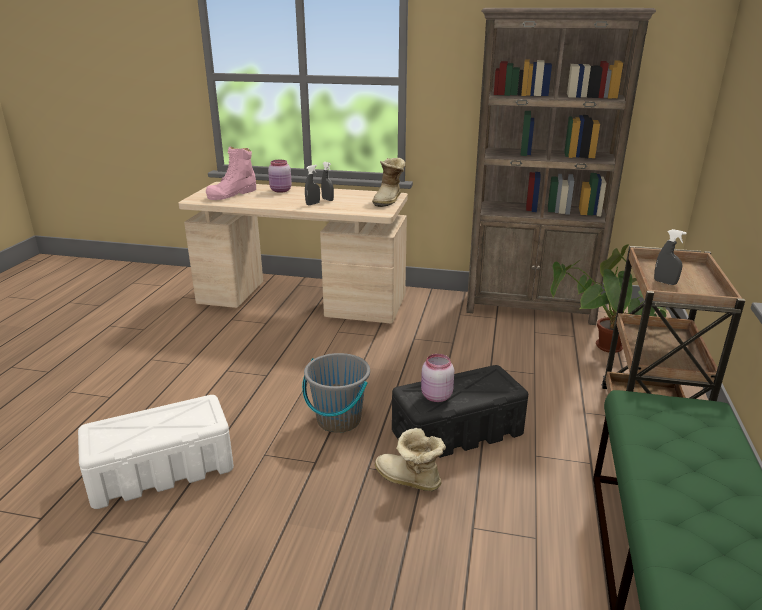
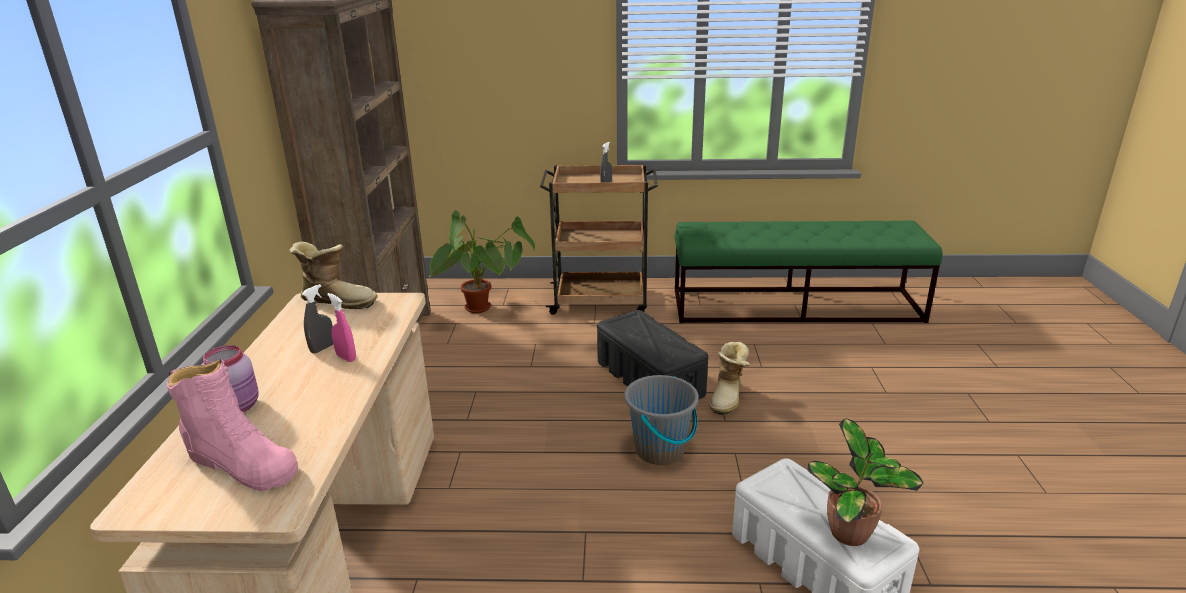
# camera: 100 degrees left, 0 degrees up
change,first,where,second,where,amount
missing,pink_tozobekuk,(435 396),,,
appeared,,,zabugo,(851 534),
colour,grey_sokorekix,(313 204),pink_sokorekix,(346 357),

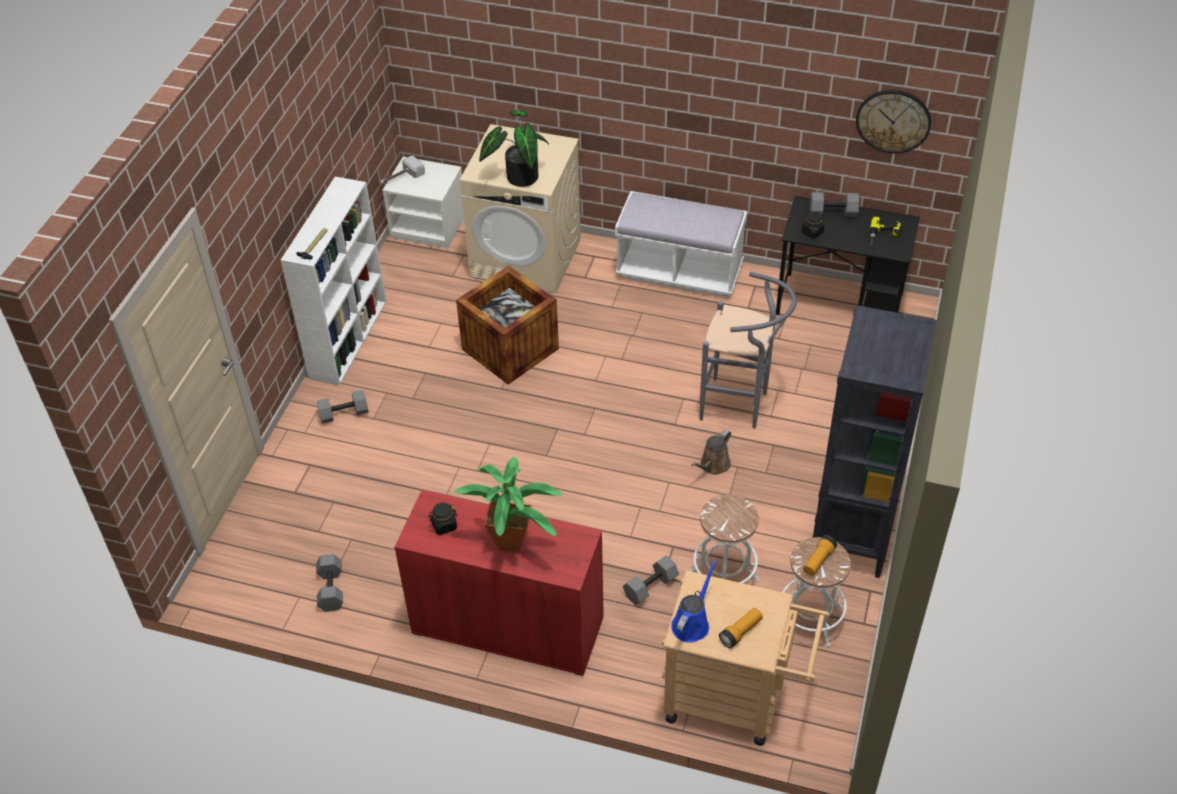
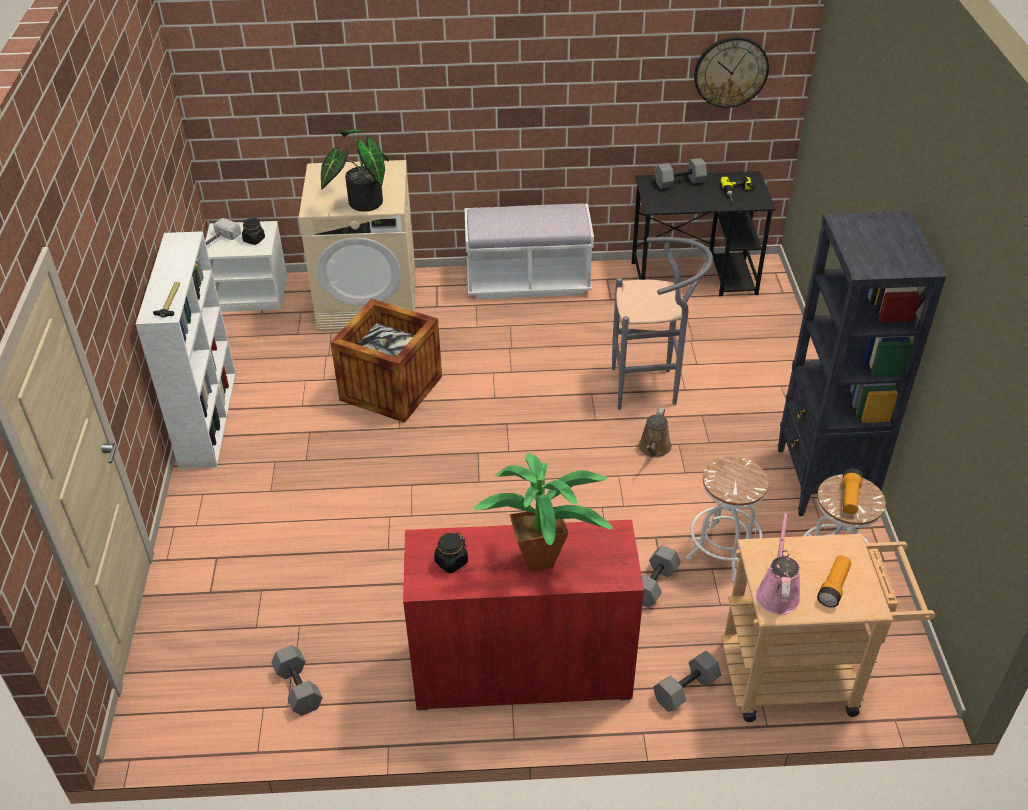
# camera: 20 degrees left, 5 degrees down
change,first,where,second,where,amount
relocated,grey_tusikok,(343 414),,(686 690),
relocated,black_tozobekuk,(812 232),,(254 240),
colour,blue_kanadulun,(692 623),pink_kanadulun,(777 592),

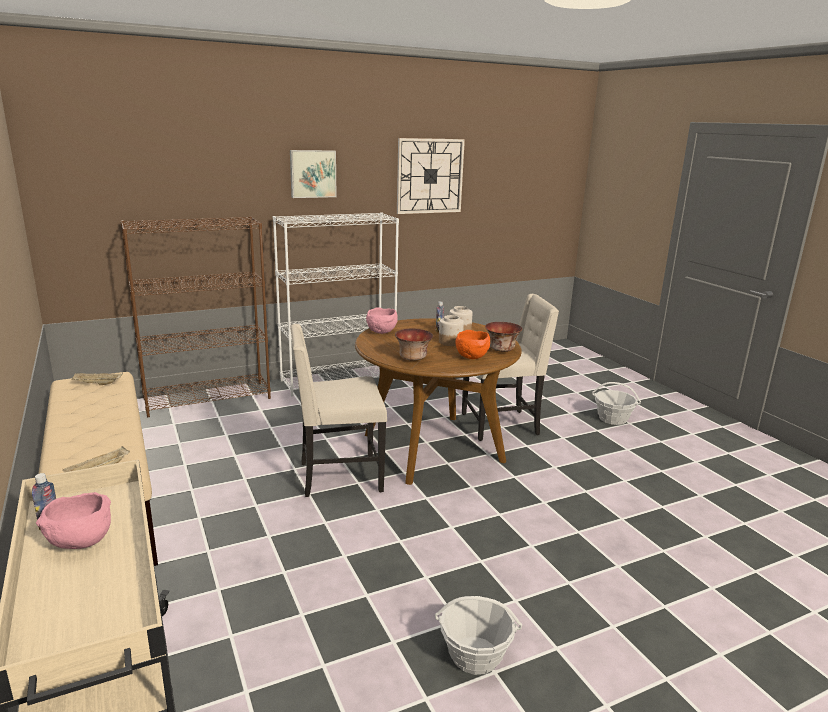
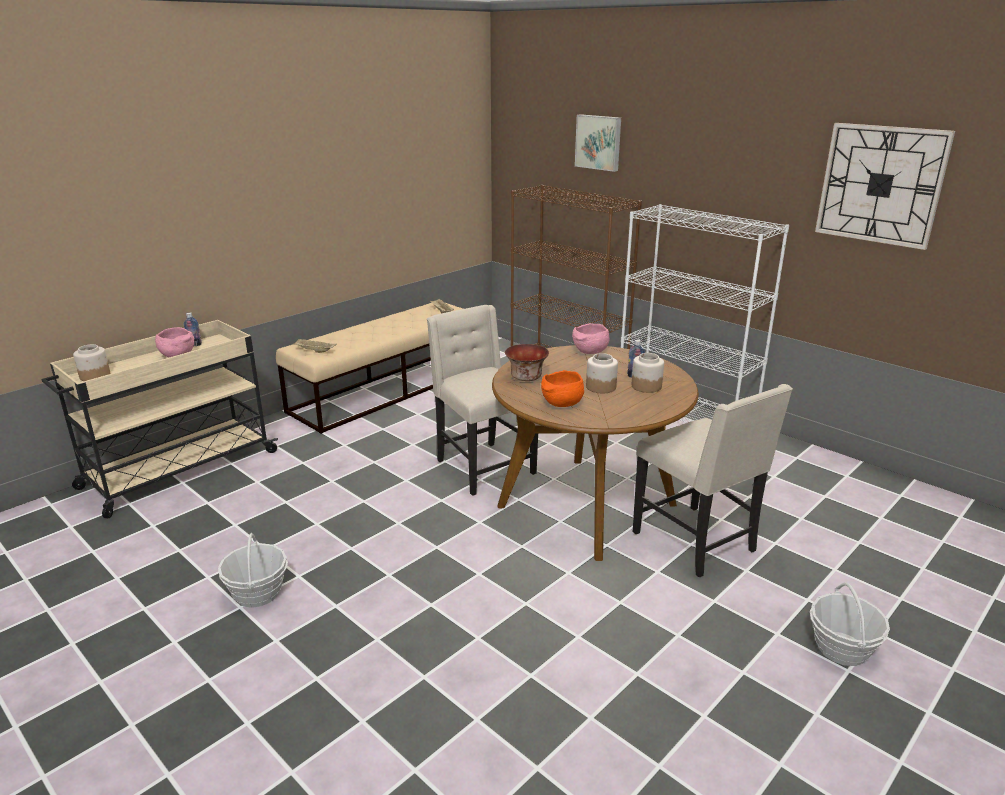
# camera: 70 degrees right, 5 degrees up
change,first,where,second,where,amount
missing,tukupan,(502 350),,,
appeared,,,tozobekuk,(94 376),
relocated,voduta,(312 173),,(599 142),

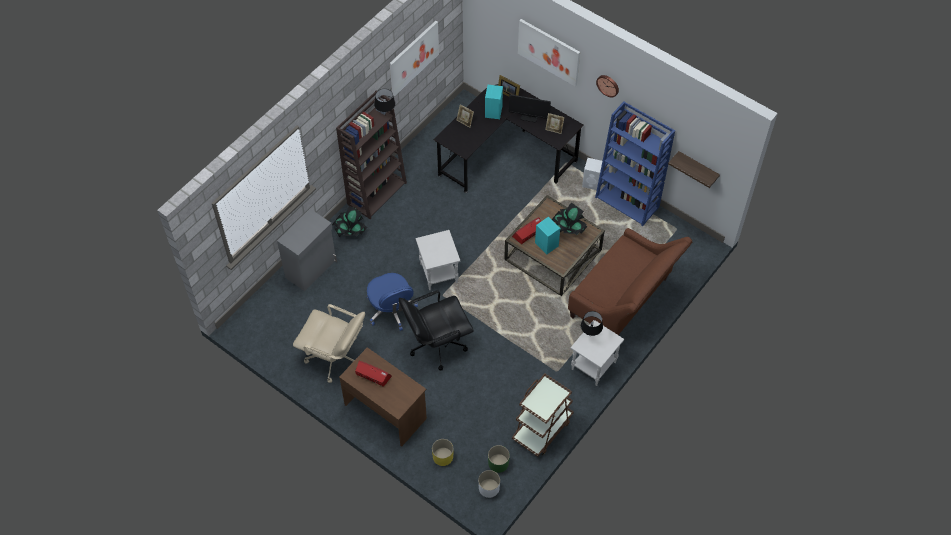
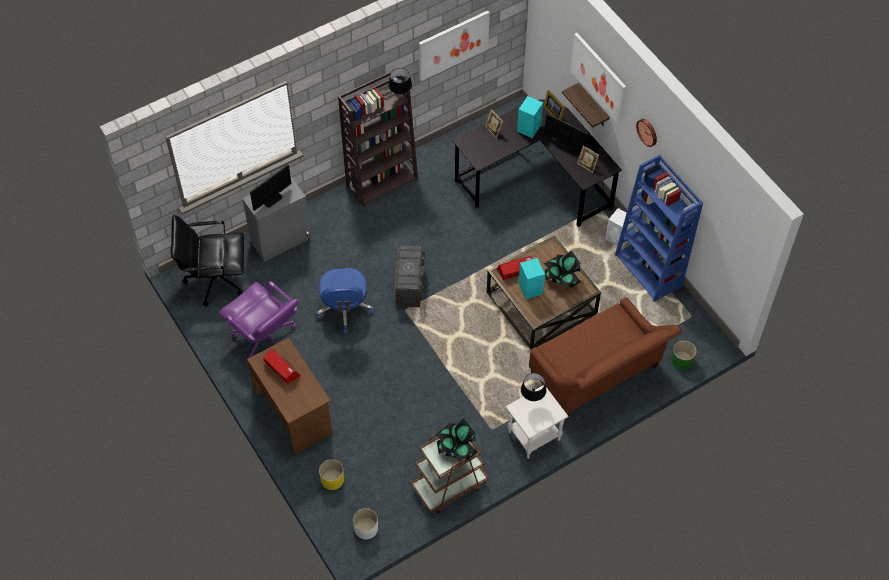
# camera: 20 degrees right, 0 degrees up
change,first,where,second,where,amount
appeared,,,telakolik,(272 199),
relocated,zabugo,(350 231),,(456 449),
relocated,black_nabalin,(437 344),,(215 279),
relocated,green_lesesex,(498 463),,(682 361),
relocated,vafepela,(697 168),,(593 106),
exchanged,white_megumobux,(438 273),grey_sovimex,(410 285),
colour,beige_nabalin,(335 358),purple_nabalin,(265 340),

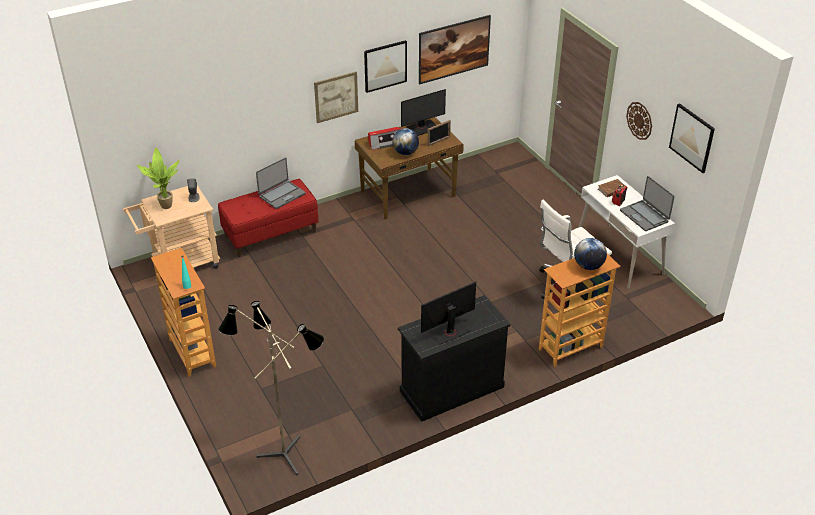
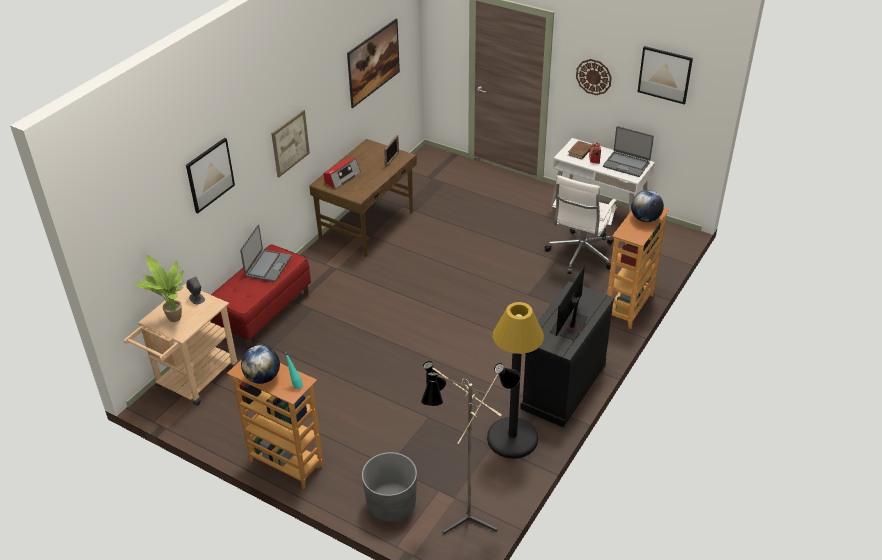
# camera: 30 degrees left, 0 degrees up
change,first,where,second,where,amount
missing,telakolik,(422 128),,,
appeared,,,grey_lesesex,(391 504),
appeared,,,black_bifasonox,(512 438),
relocated,voduta,(385 66),,(210 175),
relocated,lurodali,(405 152),,(263 378),

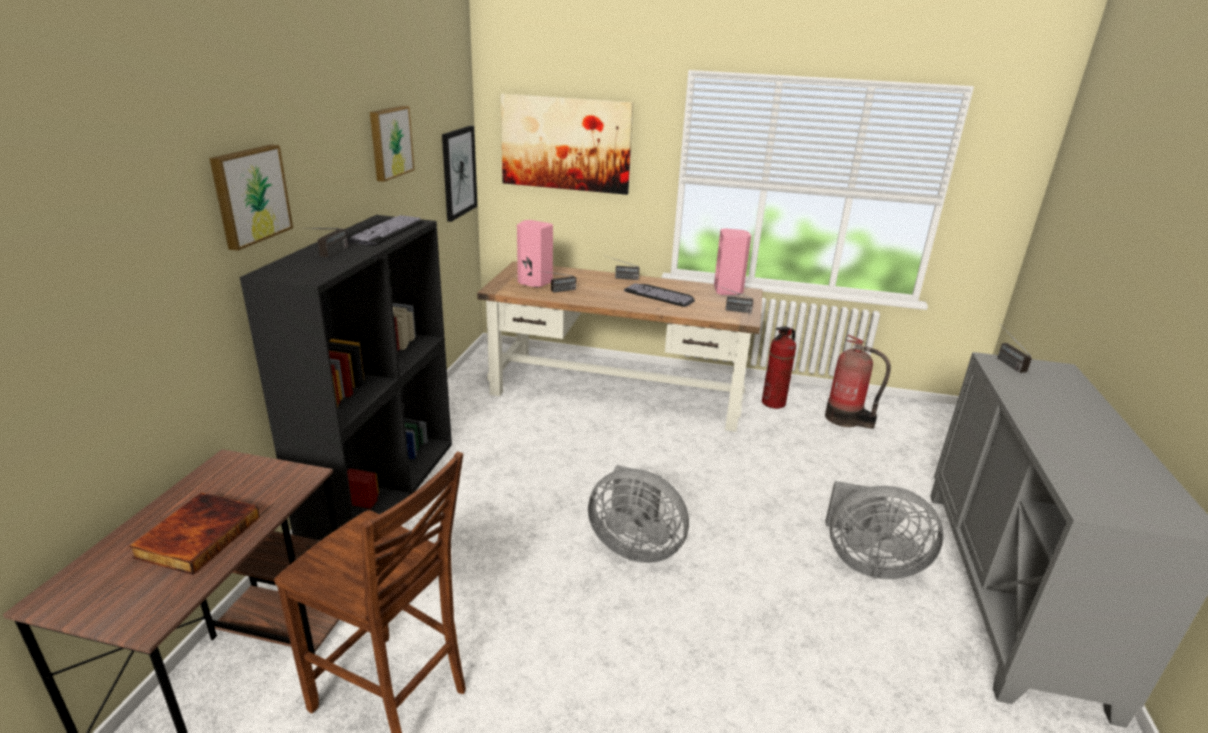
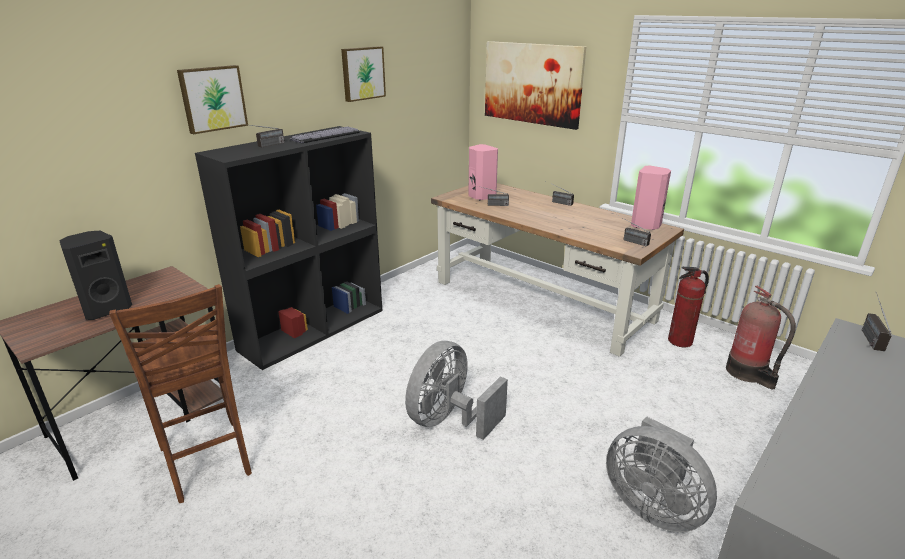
# camera: 30 degrees right, 0 degrees up
change,first,where,second,where,amount
missing,voduta,(458 172),,,
missing,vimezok,(661 294),,,
exchanged,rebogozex,(197 535),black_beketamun,(106 309),
spun,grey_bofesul,(635 547),,(449 420),75 degrees clockwise

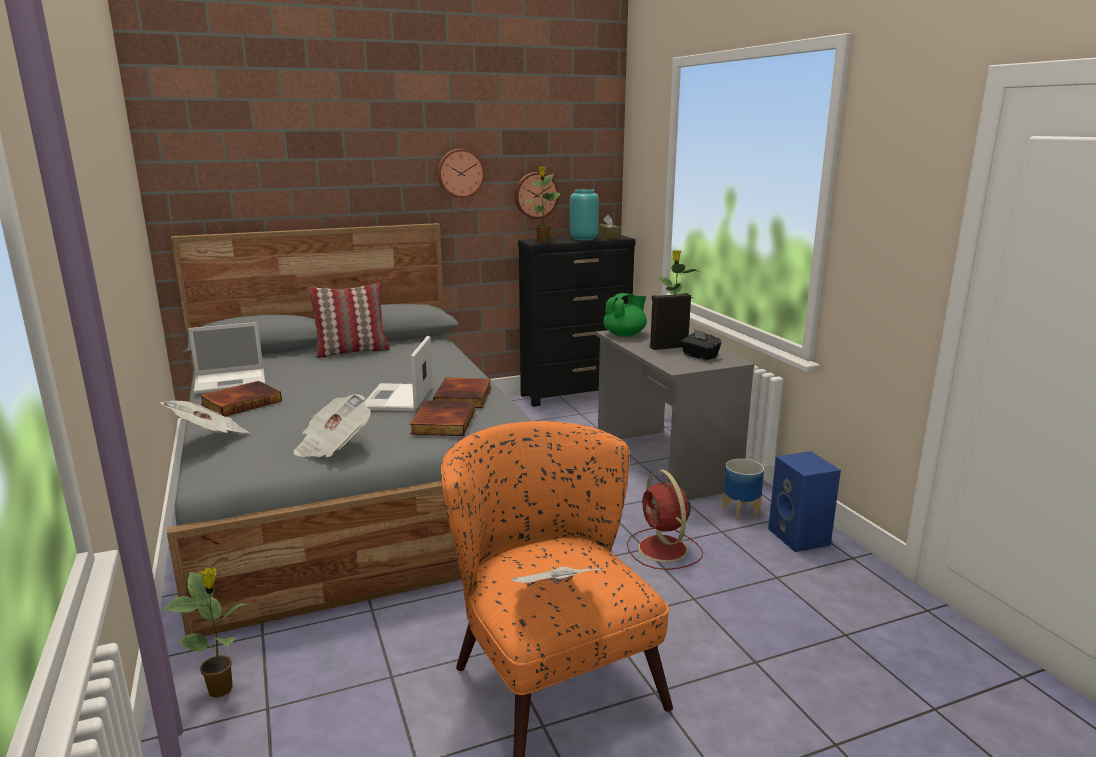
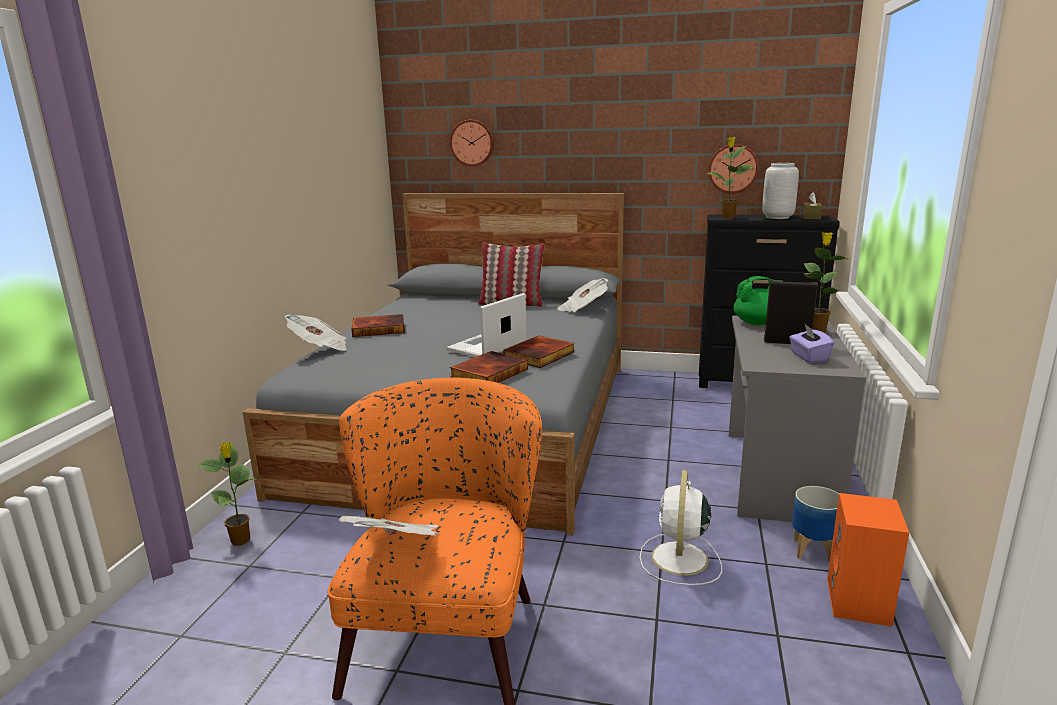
# camera: 35 degrees right, 0 degrees up
change,first,where,second,where,amount
missing,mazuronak,(232 381),,,
relocated,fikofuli,(333 445),,(582 309),
relocated,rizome,(460 173),,(472 143),
colour,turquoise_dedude,(584 239),grey_dedude,(778 217),
colour,red_bofesul,(664 550),white_bofesul,(679 560),
colour,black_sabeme,(699 356),purple_sabeme,(808 357),
colour,blue_beketamun,(800 537),orange_beketamun,(860 603),

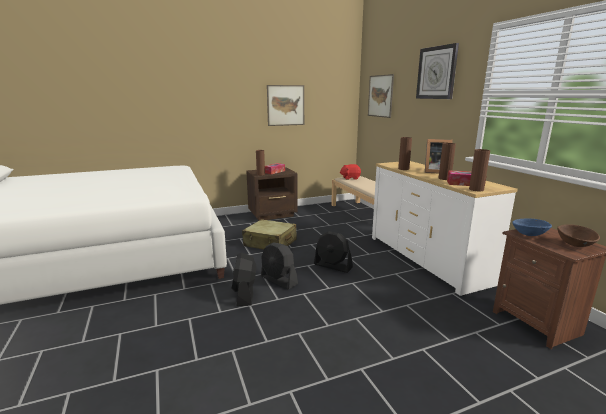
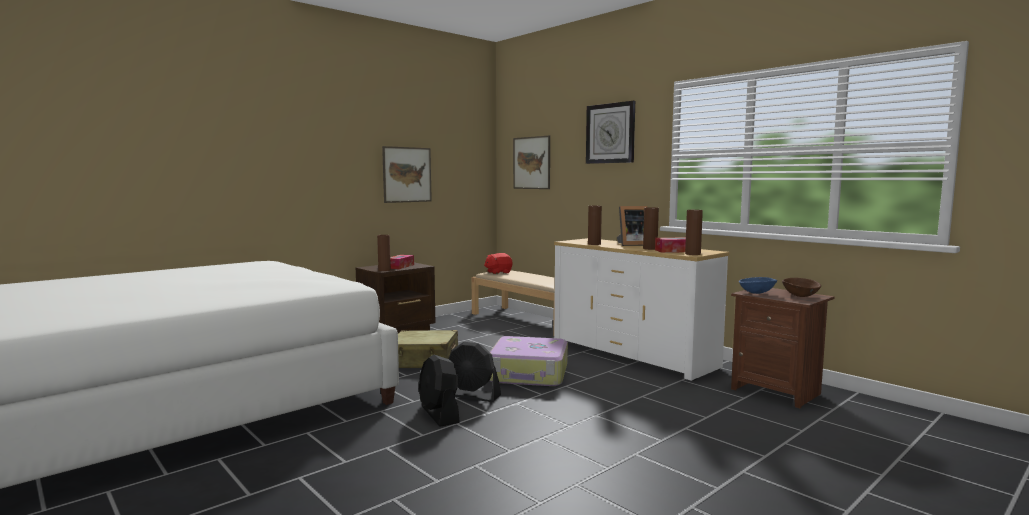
# camera: 20 degrees left, 10 degrees down
change,first,where,second,where,amount
exchanged,black_bofesul,(333 266),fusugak,(529 373),

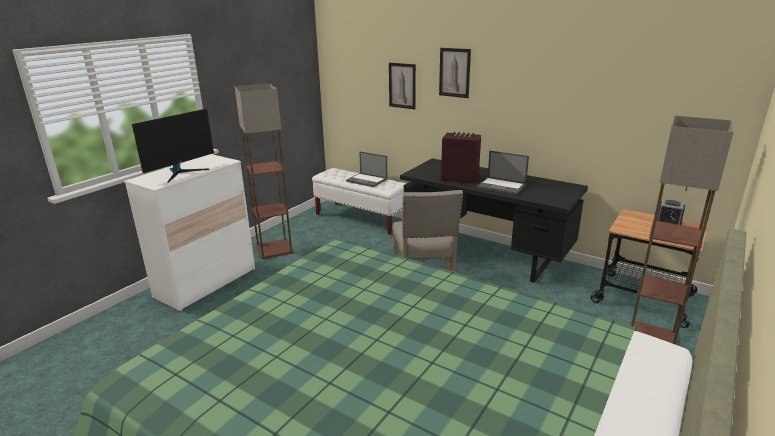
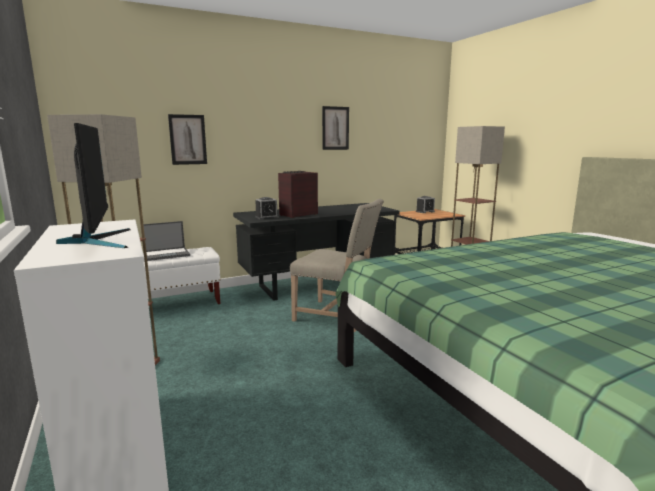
# camera: 60 degrees left, 10 degrees down
change,first,where,second,where,amount
missing,mazuronak,(502 186),,,
appeared,,,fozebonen,(266 217),
relocated,voduta,(454 72),,(335 128),

